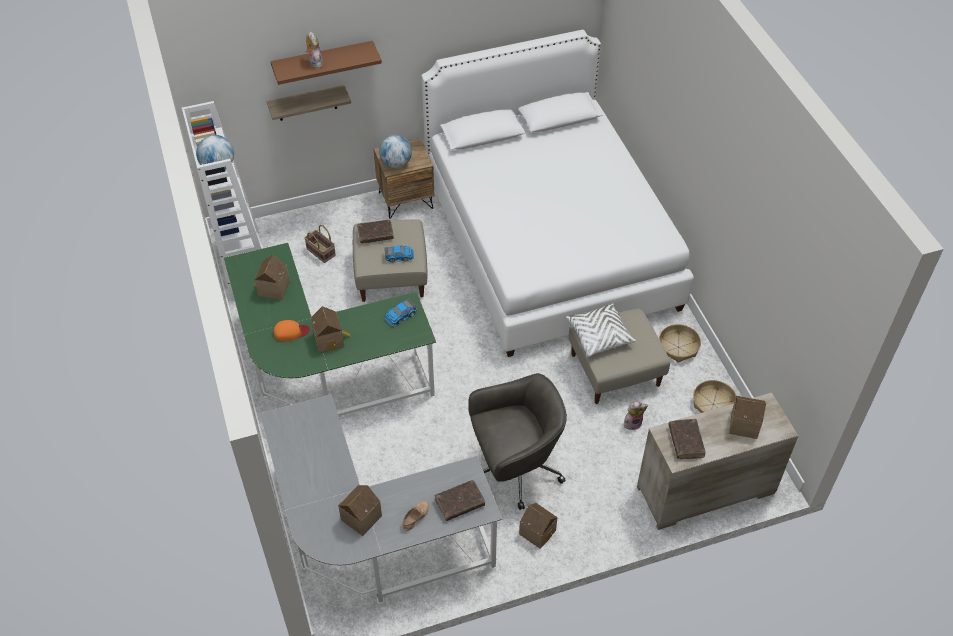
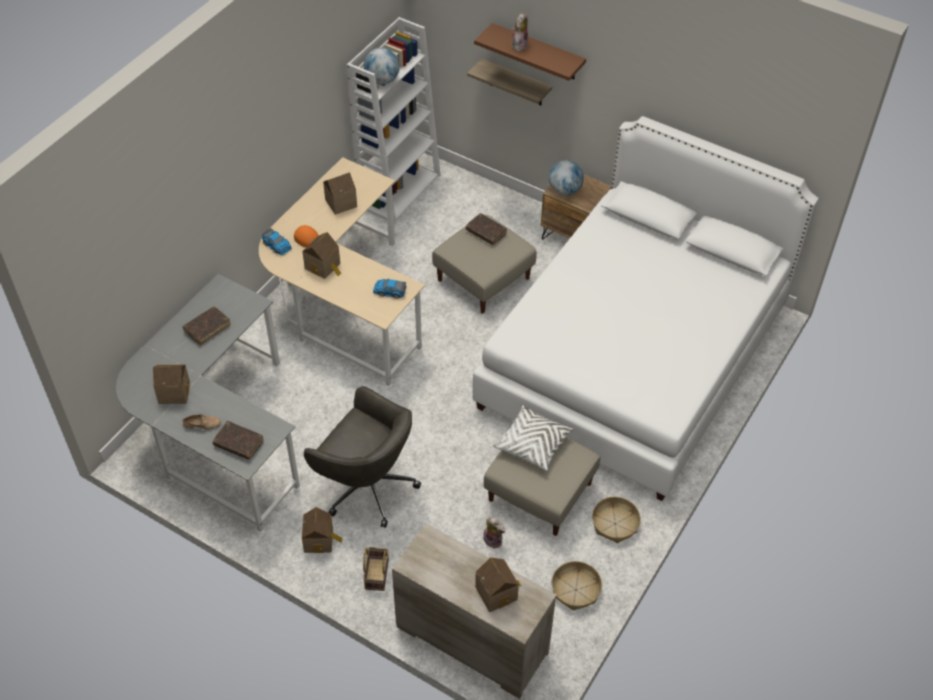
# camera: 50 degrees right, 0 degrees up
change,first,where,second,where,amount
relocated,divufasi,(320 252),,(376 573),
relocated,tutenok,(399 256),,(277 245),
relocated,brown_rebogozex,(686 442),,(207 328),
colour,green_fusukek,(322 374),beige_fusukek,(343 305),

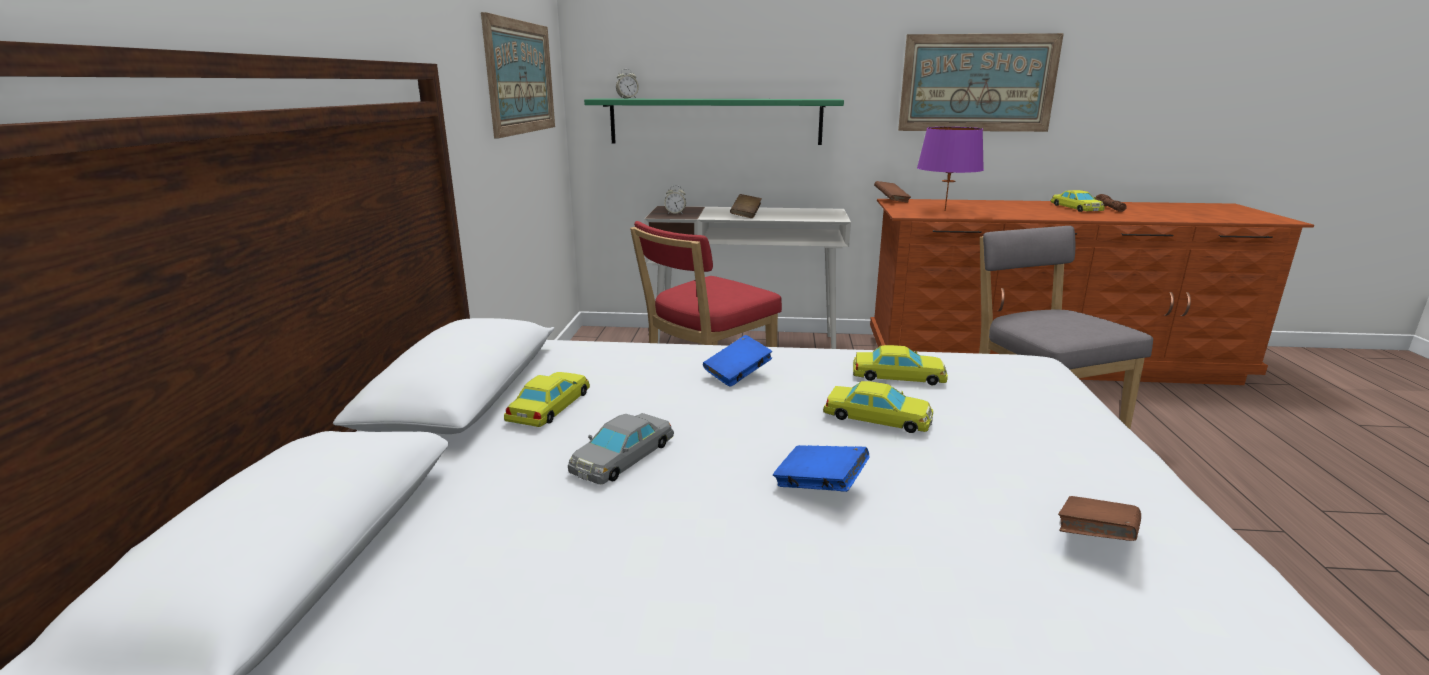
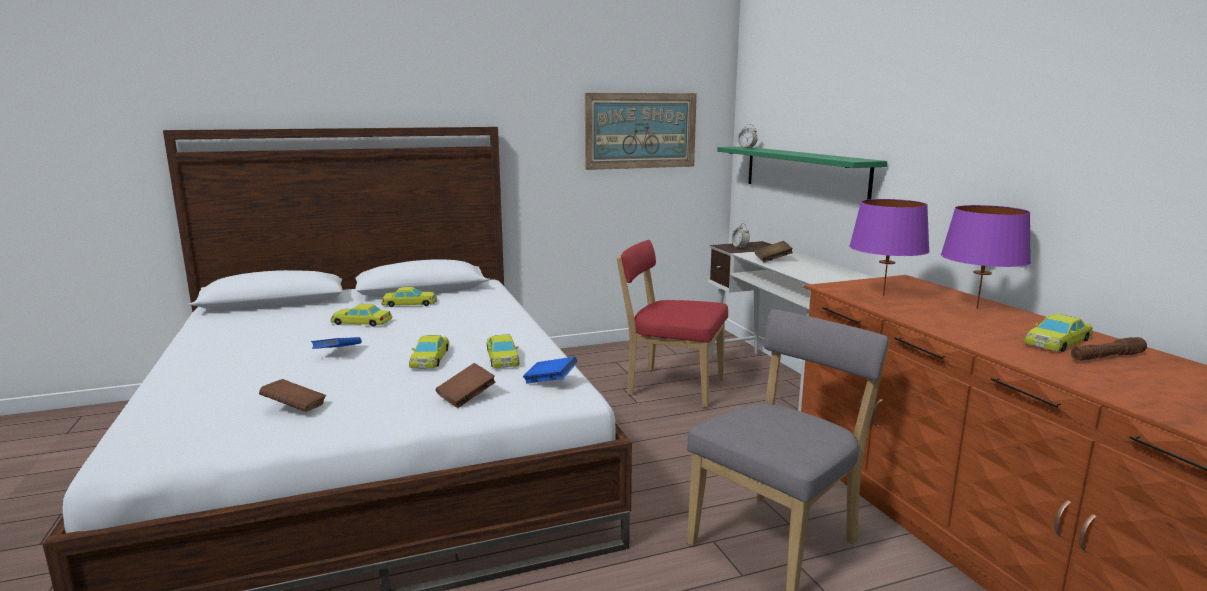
# camera: 65 degrees right, 5 degrees down
change,first,where,second,where,amount
missing,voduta,(977 83),,,
appeared,,,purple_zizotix,(977 308),
relocated,blue_rebogozex,(737 375),,(550 382),
relocated,brown_rebogozex,(891 200),,(466 397),
colour,grey_tutenok,(622 456),yellow_tutenok,(361 322),

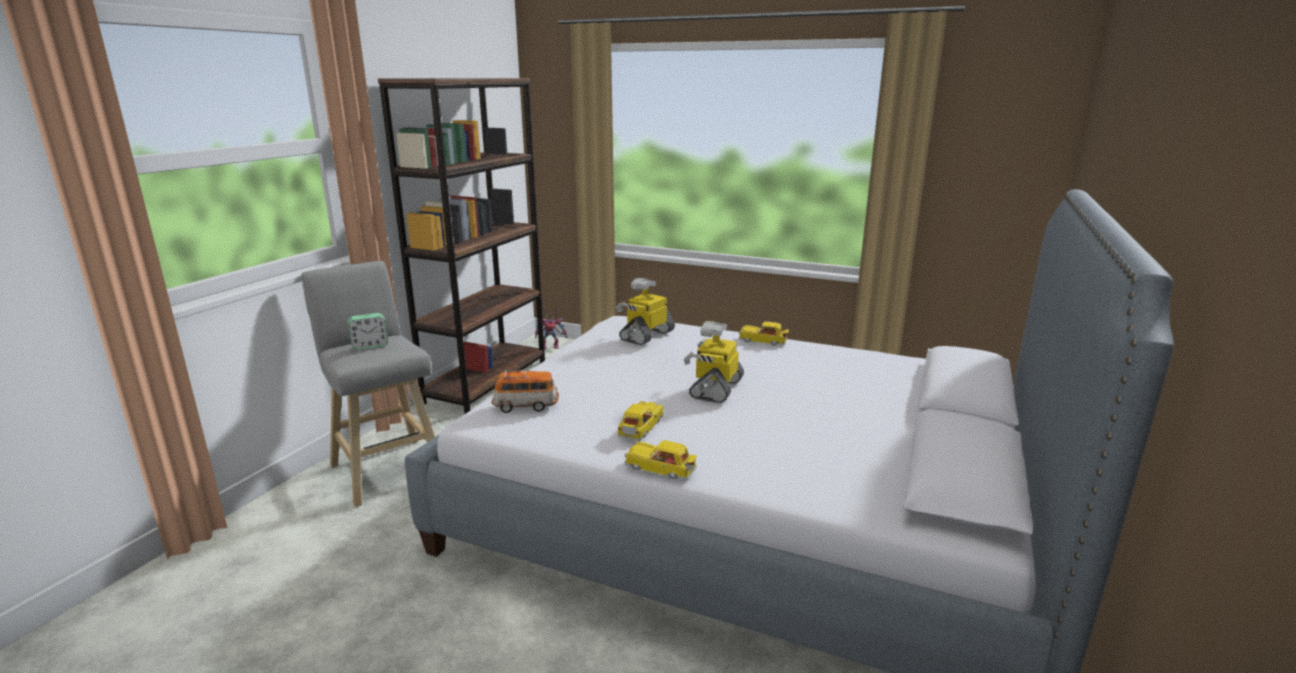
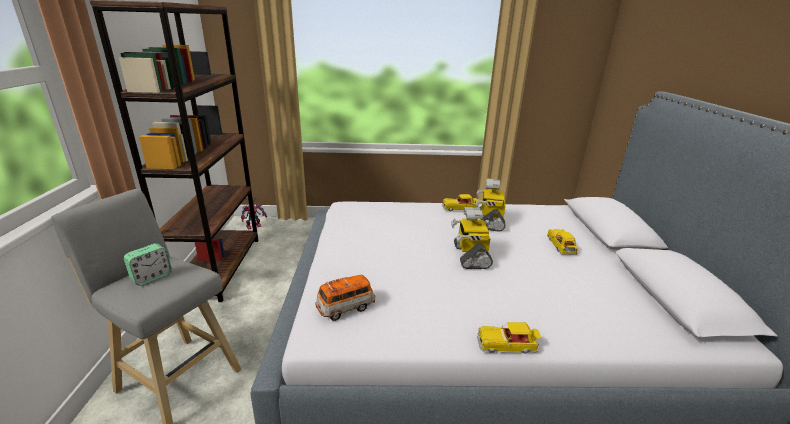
# camera: 25 degrees left, 5 degrees up
change,first,where,second,where,amount
relocated,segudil,(646 335),,(490 221),
relocated,tutenok,(640 428),,(561 246),

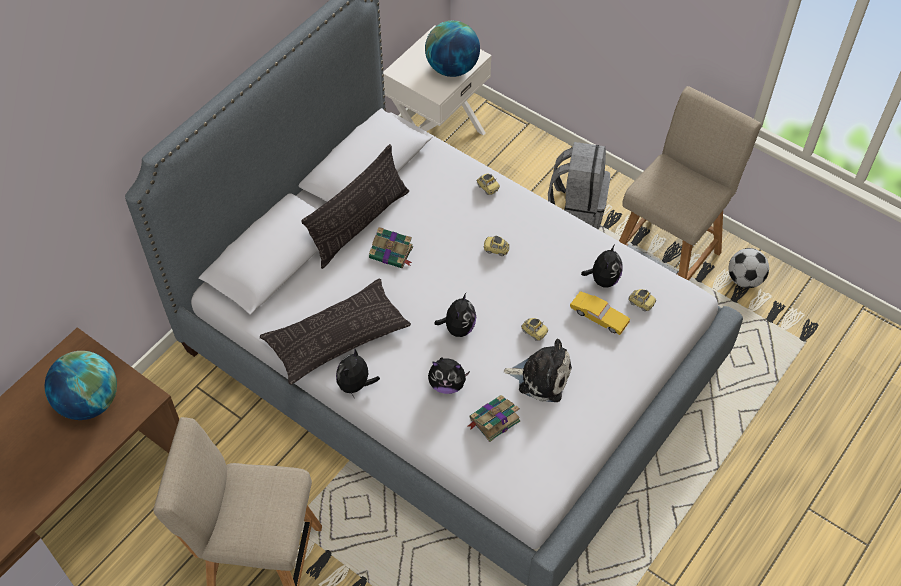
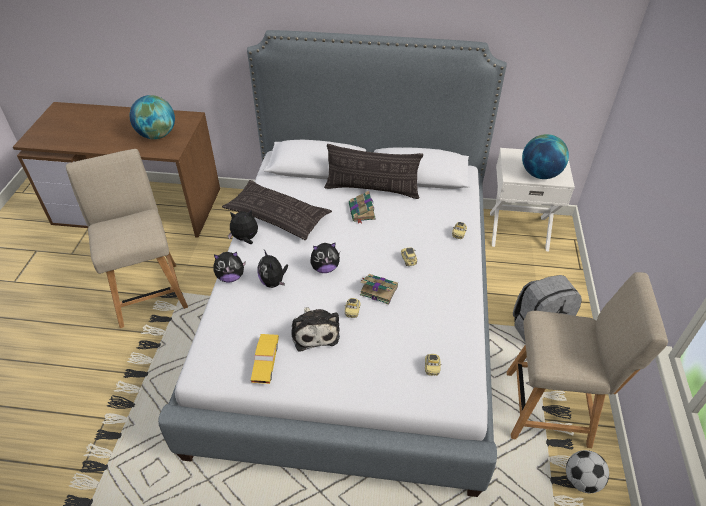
# camera: 60 degrees right, 10 degrees down
change,first,where,second,where,amount
relocated,rebogozex,(493 420),,(378 290),
relocated,yellow_tutenok,(598 317),,(265 362),
relocated,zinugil,(603 279),,(231 277),

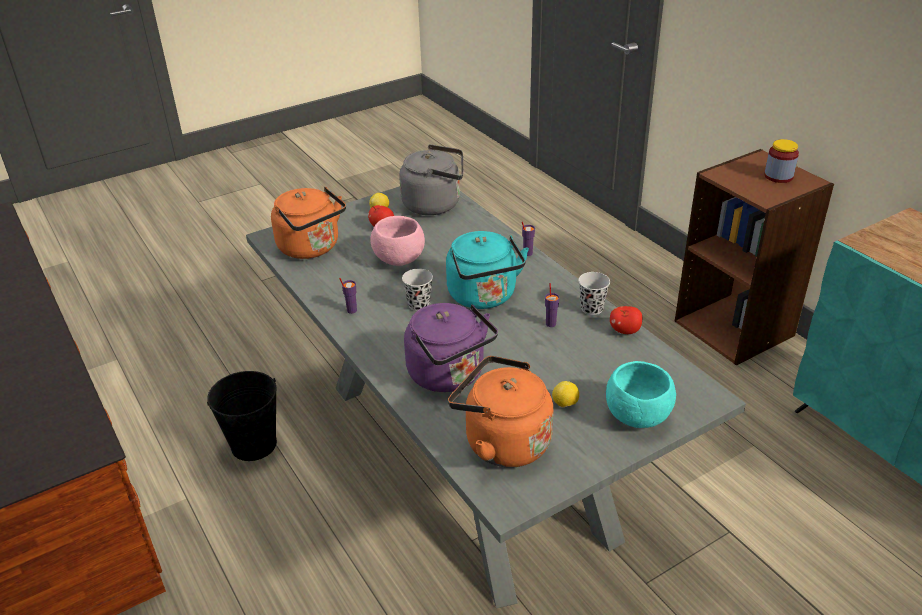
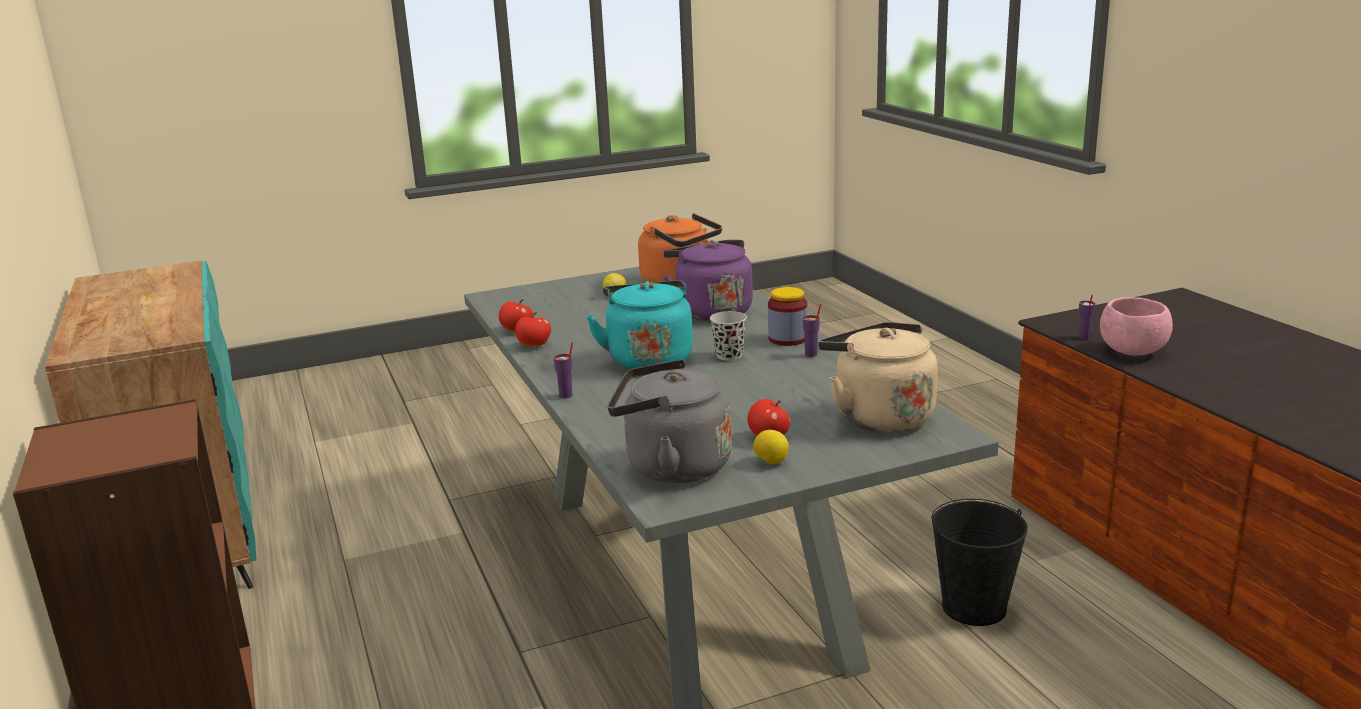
# camera: 170 degrees left, 15 degrees down
change,first,where,second,where,amount
missing,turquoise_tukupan,(637 417),,,
relocated,pink_tukupan,(399 260),,(1132 352),
relocated,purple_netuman,(551 323),,(1084 337),
relocated,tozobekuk,(778 176),,(787 339),
exchanged,black_netuman,(592 308),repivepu,(534 346),
colour,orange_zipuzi,(312 248),beige_zipuzi,(878 416),

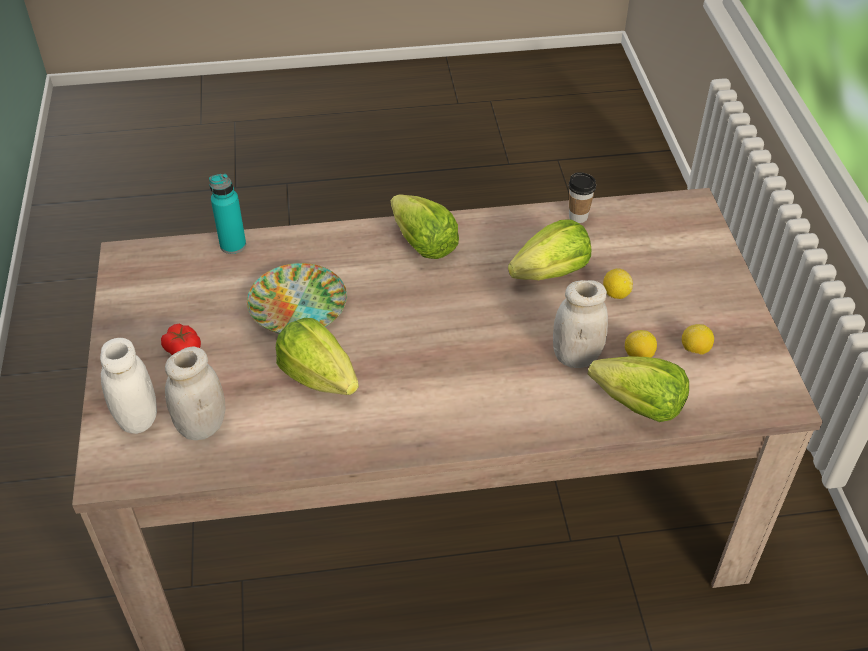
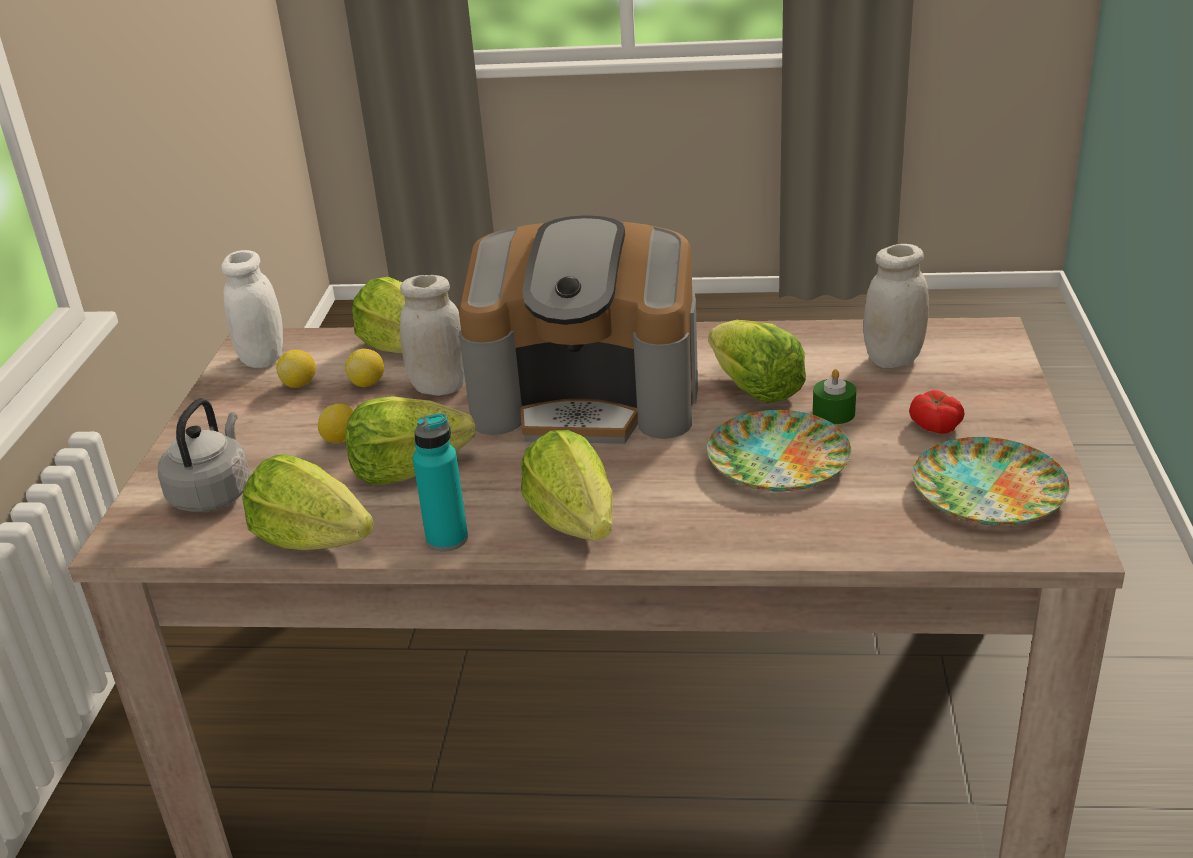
# camera: 165 degrees left, 15 degrees down
change,first,where,second,where,amount
appeared,,,grey_zipuzi,(213 493),
appeared,,,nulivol,(589 398),
appeared,,,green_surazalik,(833 413),
appeared,,,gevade,(986 491),
relocated,white_tozobekuk,(137 418),,(263 358),
relocated,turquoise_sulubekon,(233 245),,(447 539),
exchanged,netuman,(578 217),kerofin,(312 539),

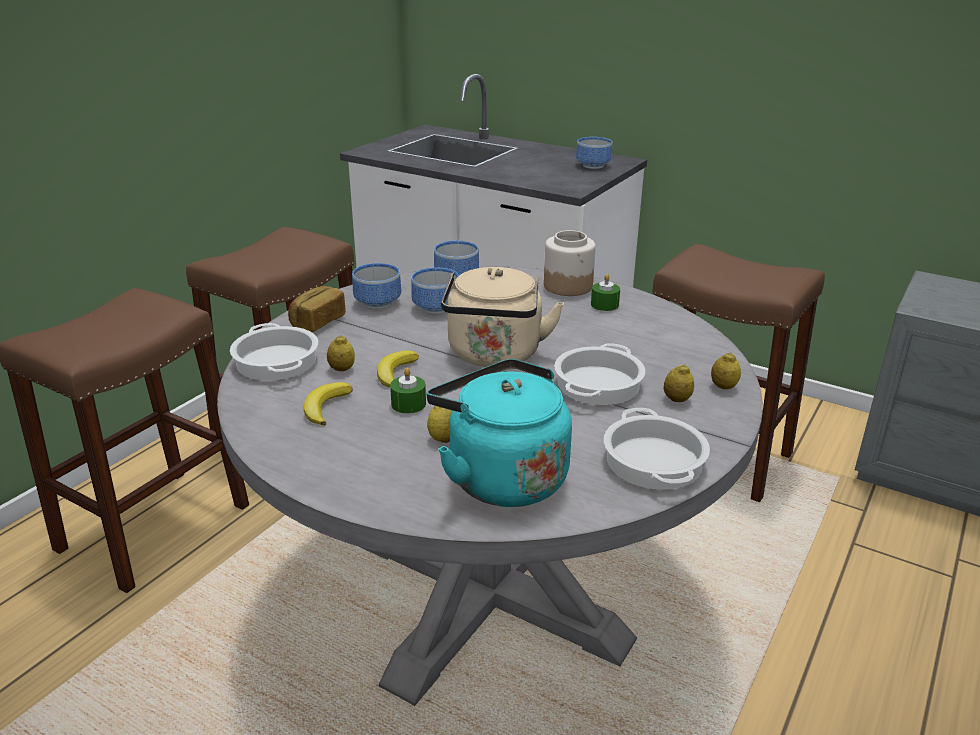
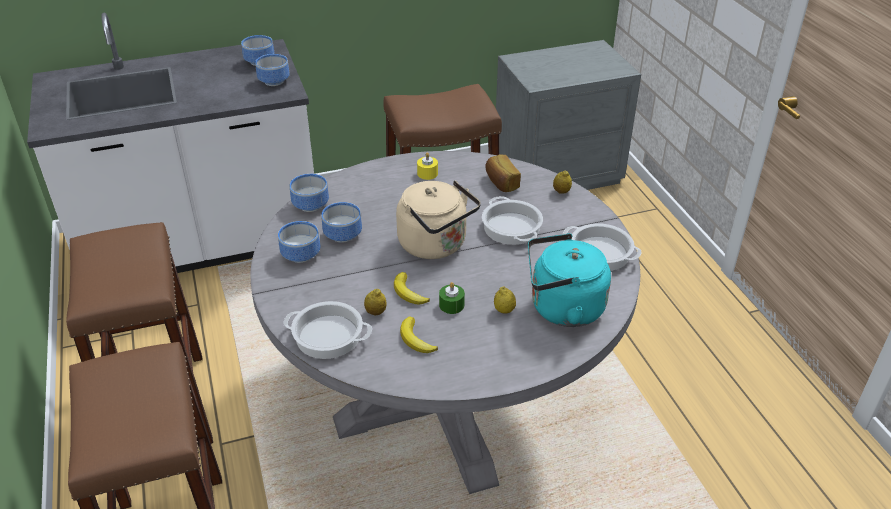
# camera: 50 degrees left, 10 degrees up
change,first,where,second,where,amount
missing,tozobekuk,(568 286),,,
missing,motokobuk,(677 400),,,
appeared,,,tukupan,(275 81),
relocated,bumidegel,(317 322),,(501 182),
colour,green_surazalik,(604 304),yellow_surazalik,(427 173),

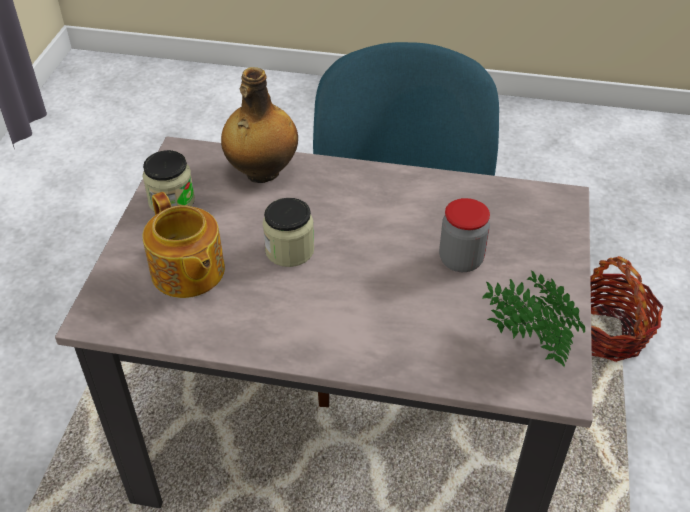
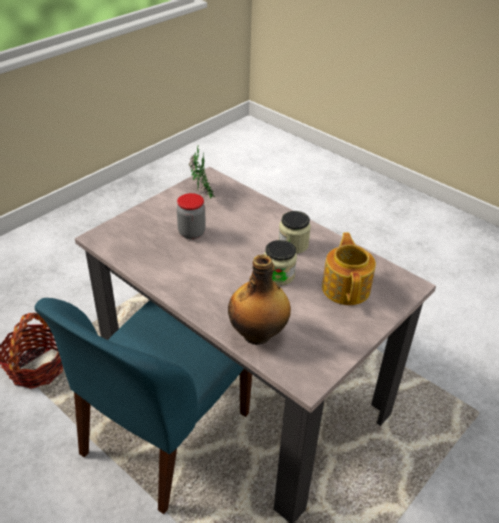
# camera: 150 degrees left, 5 degrees down
change,first,where,second,where,amount
relocated,tozobekuk,(171 201),,(293 244),

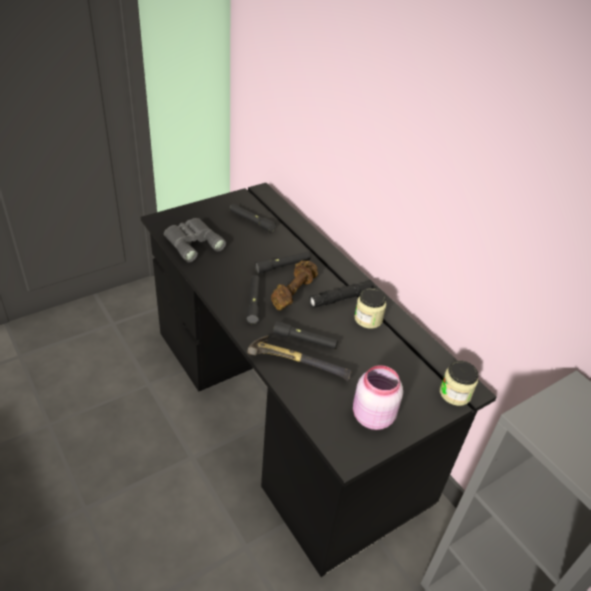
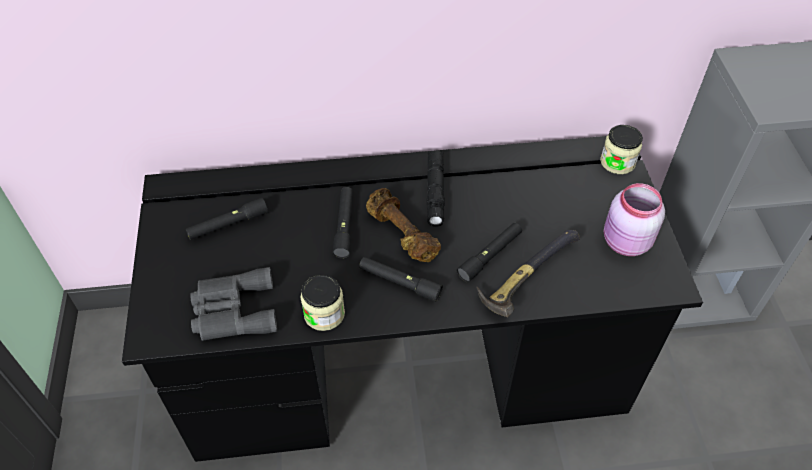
# camera: 60 degrees left, 10 degrees up
change,first,where,second,where,amount
relocated,tozobekuk,(368 319),,(324 314),

